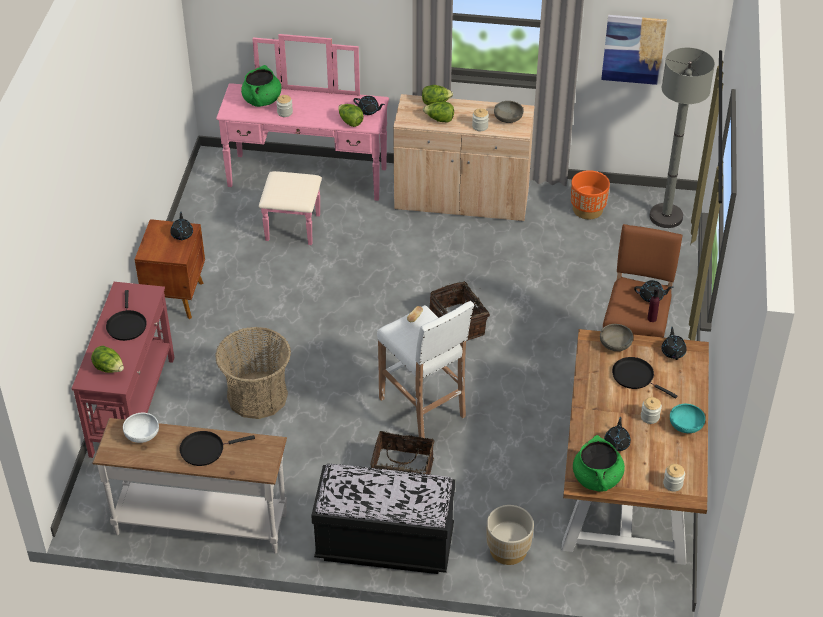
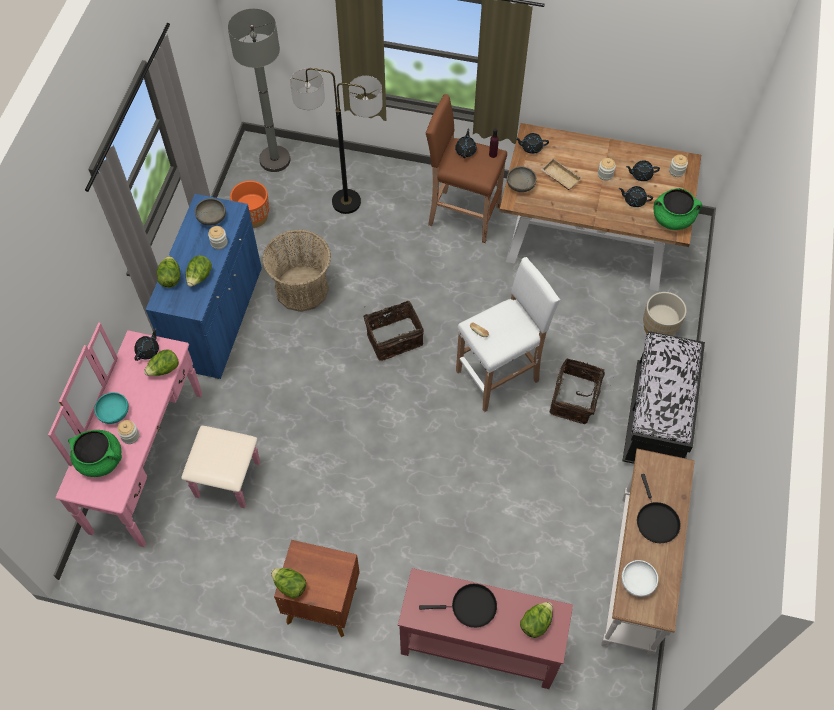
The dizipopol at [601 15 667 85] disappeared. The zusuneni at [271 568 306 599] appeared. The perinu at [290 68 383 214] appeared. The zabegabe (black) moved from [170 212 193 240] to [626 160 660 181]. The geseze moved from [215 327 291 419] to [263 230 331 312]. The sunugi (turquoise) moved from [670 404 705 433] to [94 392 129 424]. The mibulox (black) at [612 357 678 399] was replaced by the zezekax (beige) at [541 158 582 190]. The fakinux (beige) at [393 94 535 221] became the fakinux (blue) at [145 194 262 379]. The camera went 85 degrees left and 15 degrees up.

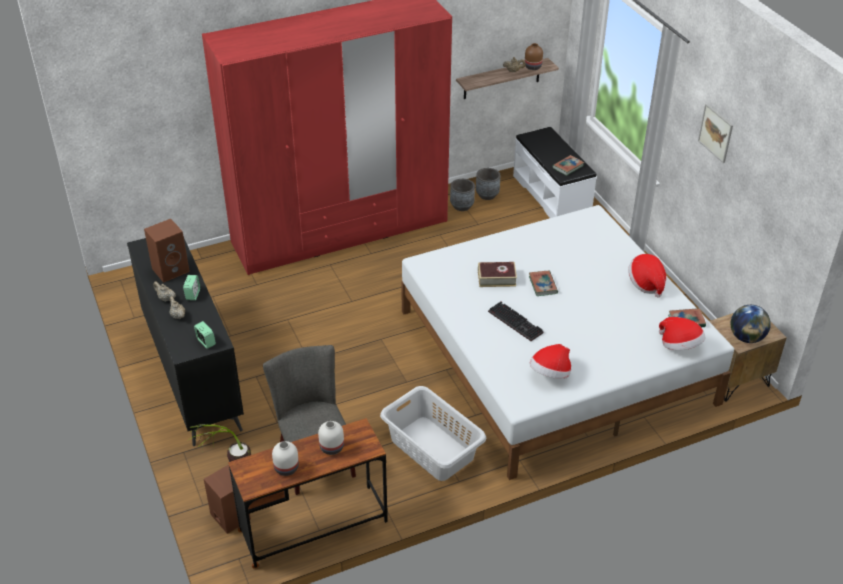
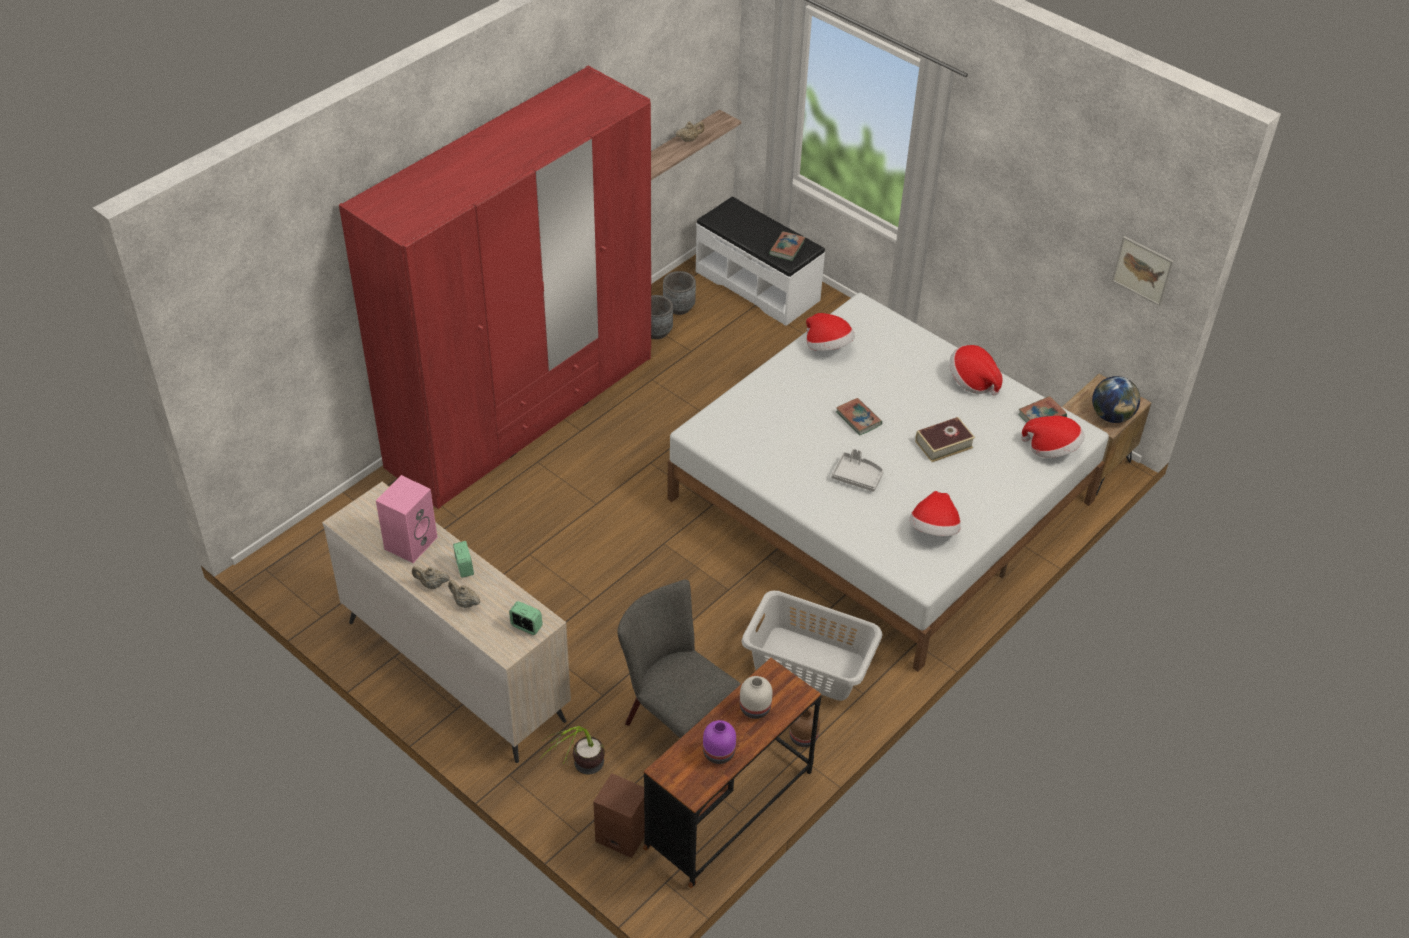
The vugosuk at [806 313 855 351] appeared. The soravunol moved from [478 262 517 287] to [915 417 975 462]. The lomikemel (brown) moved from [525 43 543 70] to [789 709 820 747]. The dizipopol moved from [698 104 733 163] to [1112 236 1174 306]. The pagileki at [488 301 543 341] was replaced by the zezekax (grey) at [831 448 884 492]. The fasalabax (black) at [127 238 244 446] became the fasalabax (beige) at [322 482 571 763]. The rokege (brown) at [144 219 190 283] became the rokege (pink) at [376 475 438 563]. The lomikemel (white) at [272 441 299 476] became the lomikemel (purple) at [703 720 736 764]. The camera went 25 degrees left and 5 degrees up.

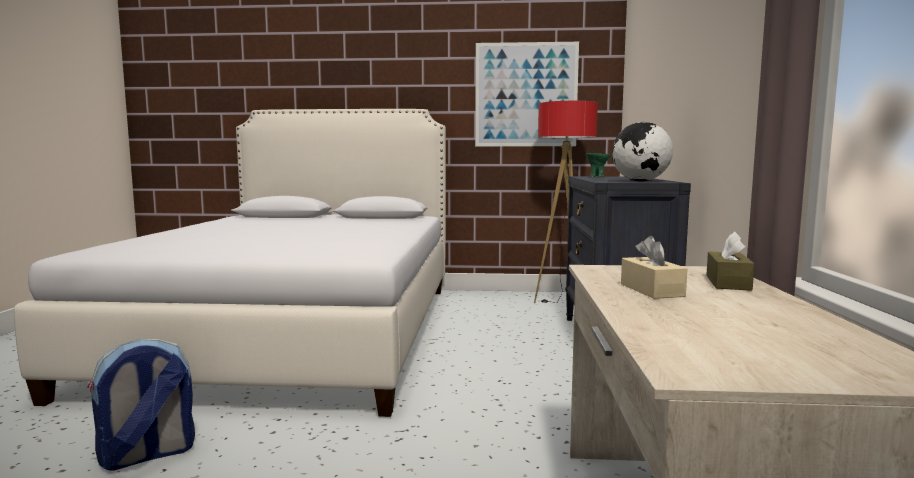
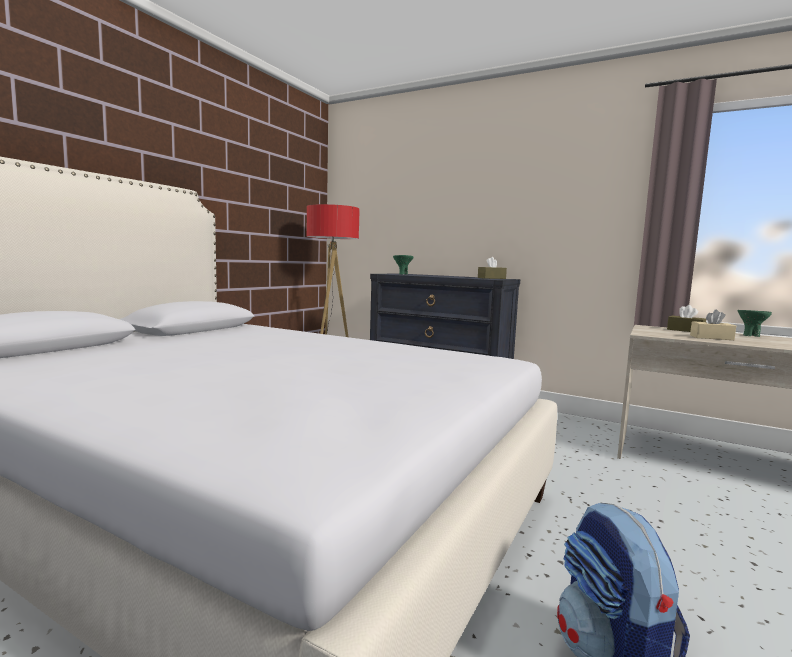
The dizipopol at [475 42 579 146] disappeared. The sunugi (green) at [738 310 772 337] appeared. The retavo at [612 122 673 181] was replaced by the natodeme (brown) at [478 257 507 279]. The camera went 65 degrees left and 0 degrees up.

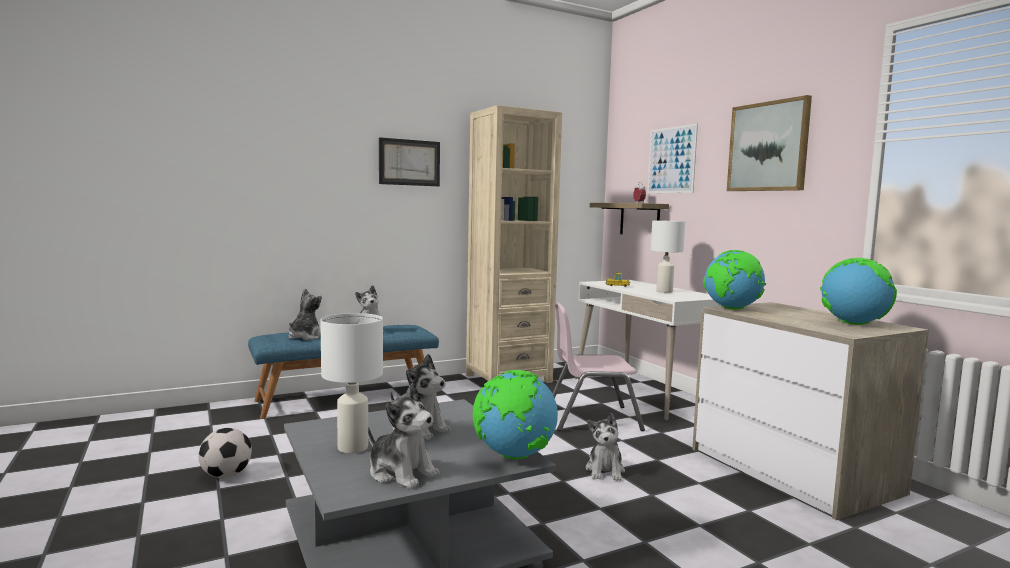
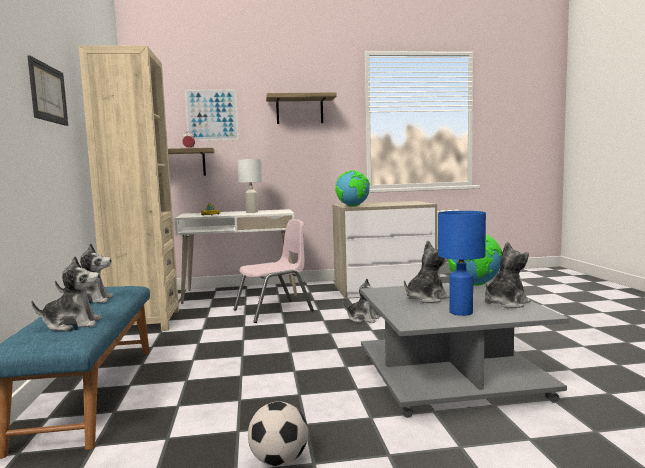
The retavo at [820 258 897 325] disappeared. The dizipopol at [727 95 812 191] was replaced by the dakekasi at [266 92 337 124]. The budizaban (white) at [320 313 383 453] became the budizaban (blue) at [438 211 486 316]. The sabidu at [289 288 322 340] turned 135 degrees clockwise. The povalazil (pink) at [552 303 645 431] turned 135 degrees counterclockwise. The camera went 70 degrees left and 0 degrees up.

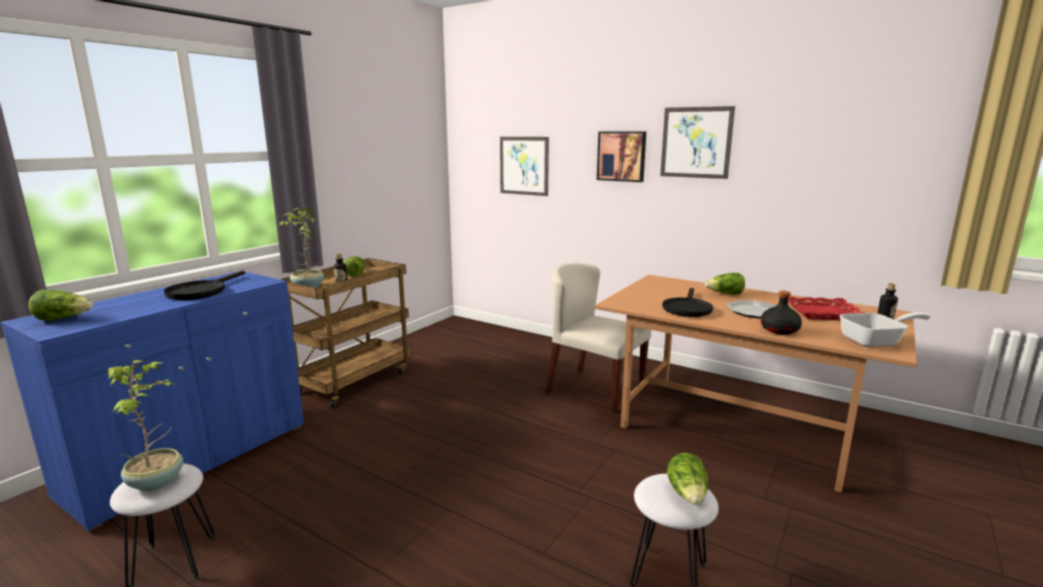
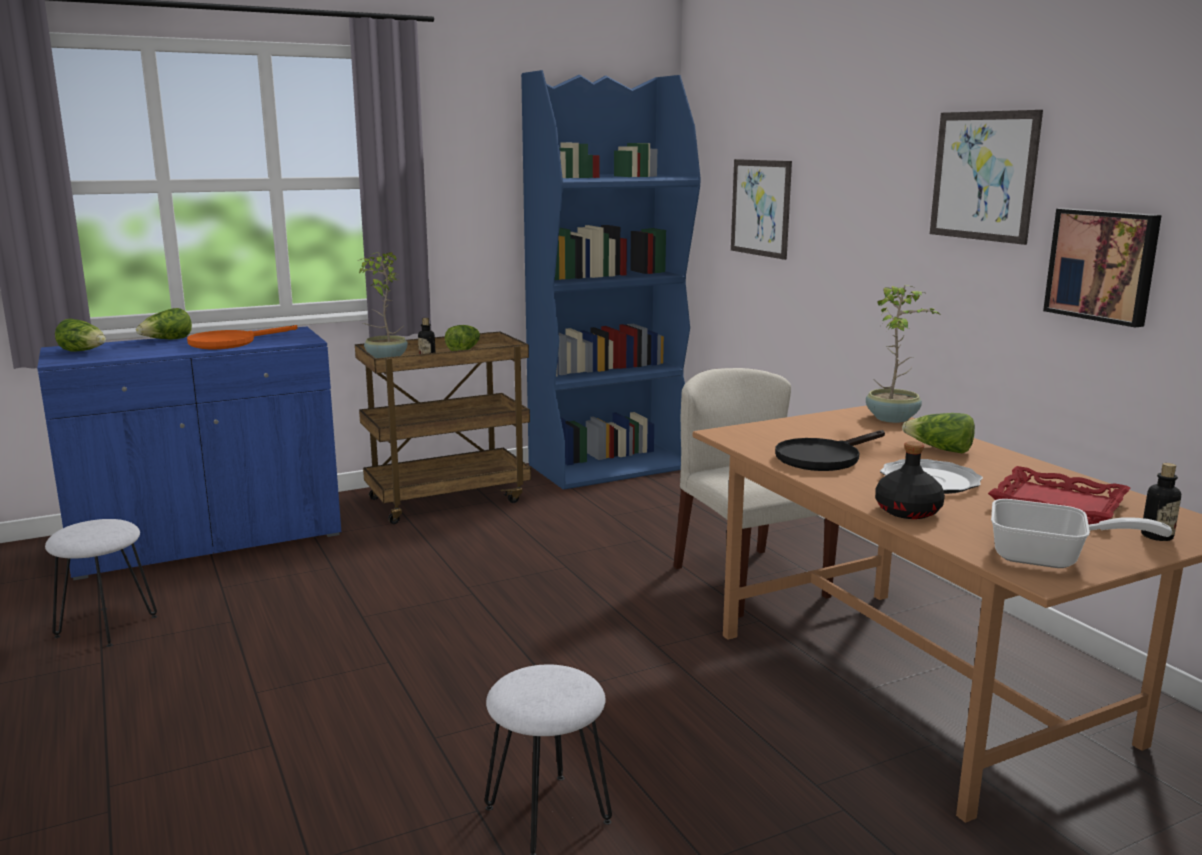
The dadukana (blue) at [521 70 700 490] appeared. The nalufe moved from [108 360 183 491] to [866 285 942 423]. The dizipopol moved from [597 131 646 182] to [1043 208 1162 328]. The zusuneni moved from [667 453 708 505] to [136 308 192 339]. The mibulox (black) at [164 270 245 300] became the mibulox (orange) at [187 325 297 349]. The camera went 30 degrees right and 0 degrees up.

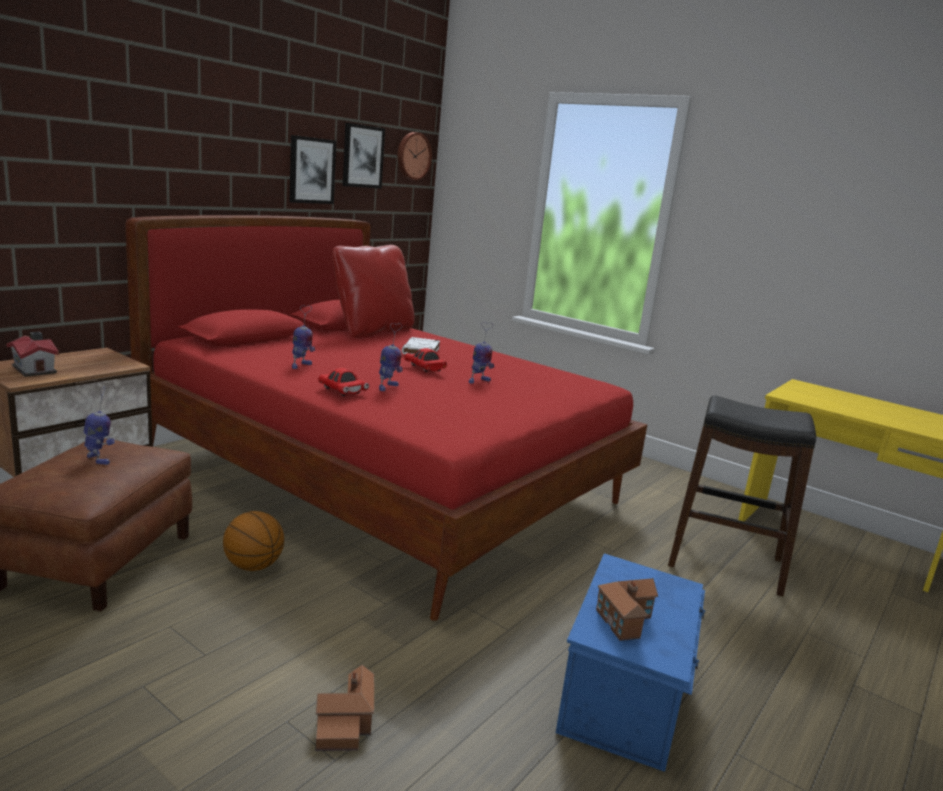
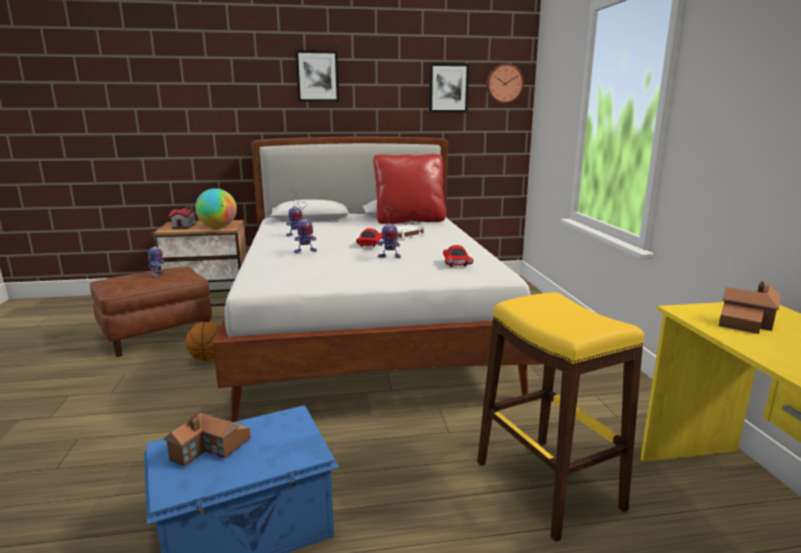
The retavo at [195 188 237 228] appeared. The dizipopol moved from [289 135 336 204] to [295 50 339 102]. The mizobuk moved from [315 665 374 751] to [719 281 781 334]. The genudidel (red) moved from [318 368 369 396] to [443 245 474 267]. The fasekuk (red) at [125 215 648 621] became the fasekuk (white) at [213 137 542 422]. The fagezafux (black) at [668 395 816 596] became the fagezafux (yellow) at [477 292 644 542]. The camera went 45 degrees right and 0 degrees up.

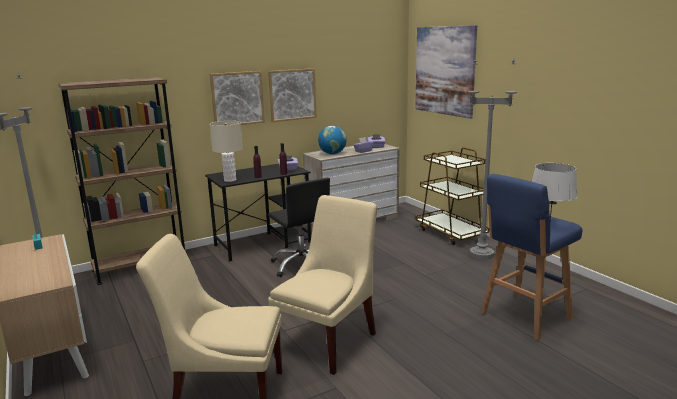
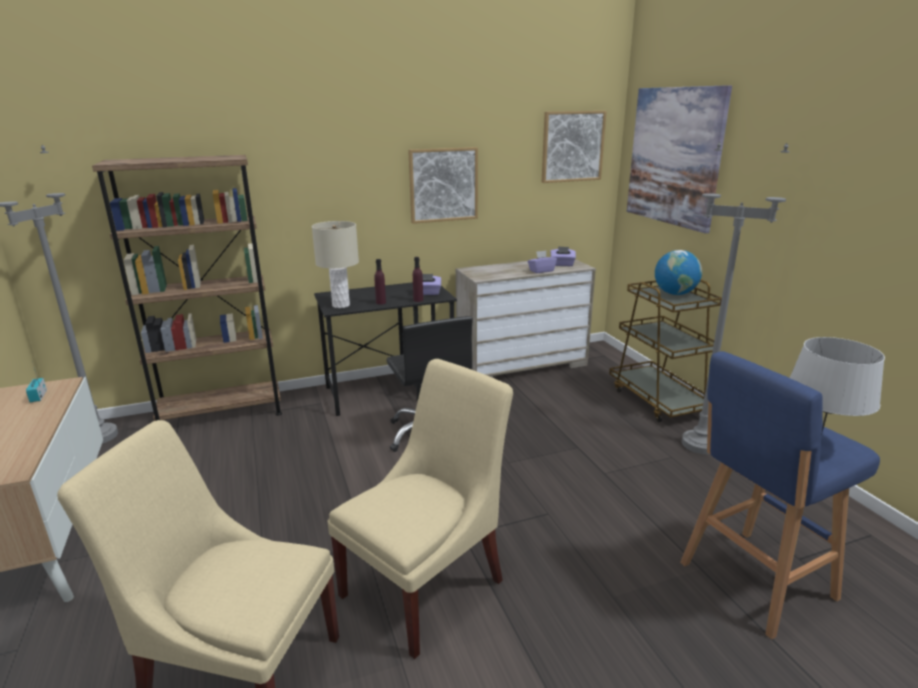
The dizipopol moved from [210 71 265 125] to [542 111 607 183]. The retavo moved from [318 126 347 154] to [655 250 702 295]. The camera went 10 degrees right and 5 degrees up.

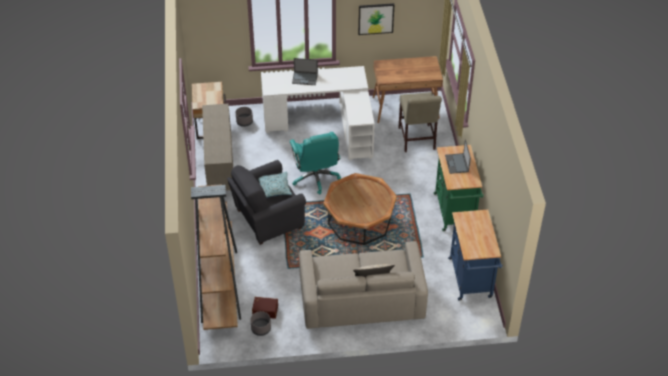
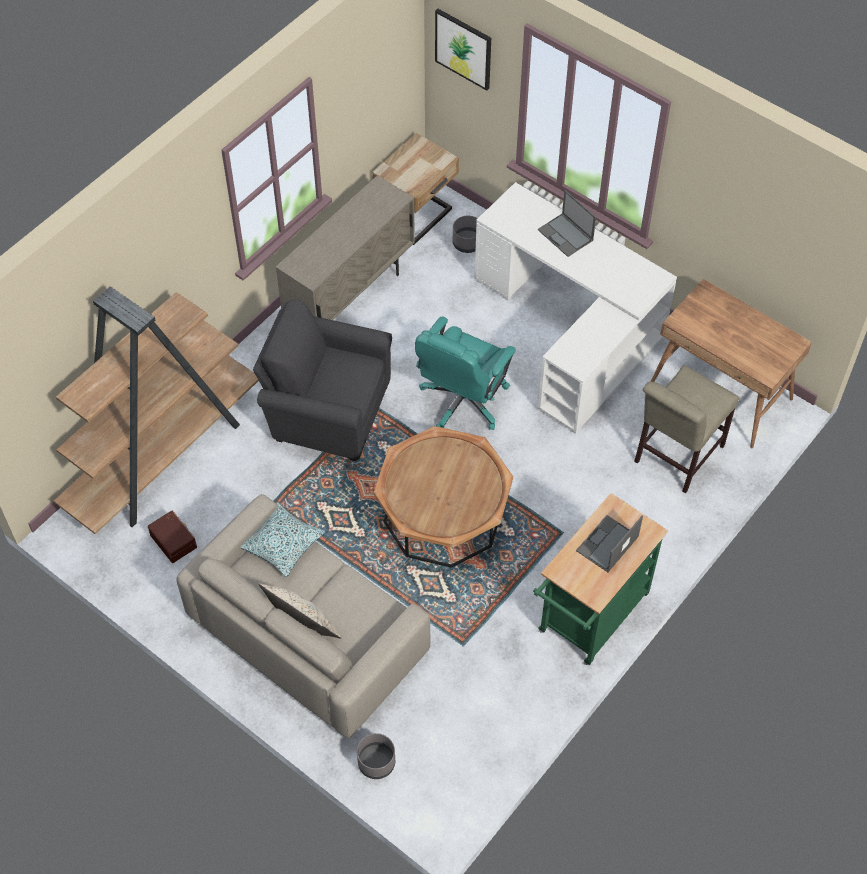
The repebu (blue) at [448 210 503 301] disappeared. The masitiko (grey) moved from [250 311 271 336] to [357 733 395 779]. The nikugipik moved from [258 171 292 198] to [240 502 325 577]. The dizipopol moved from [358 3 394 35] to [435 9 491 91]. The camera went 45 degrees right and 10 degrees up.

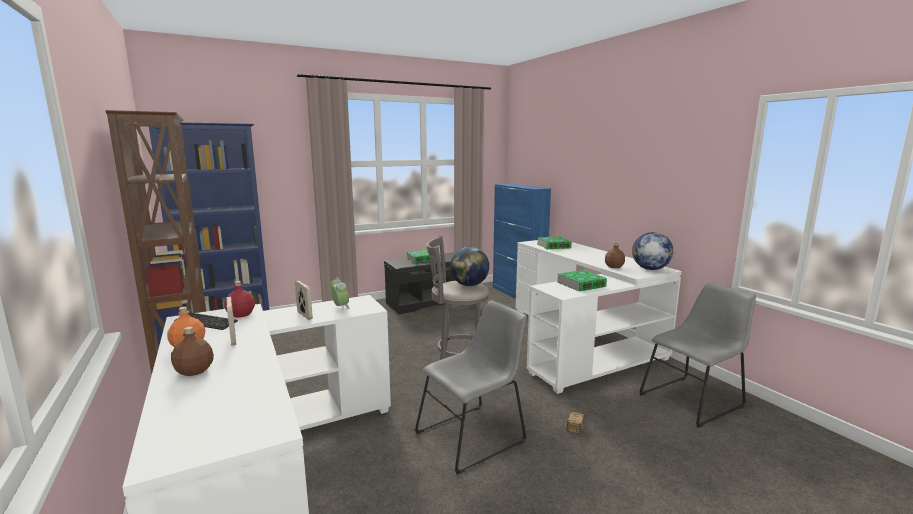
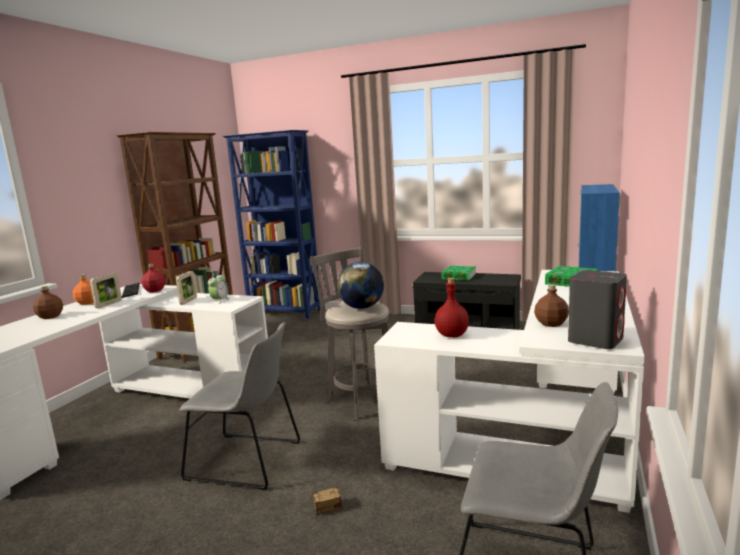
The soravunol at [557 270 607 292] was replaced by the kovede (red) at [435 278 469 337]. The retavo at [632 232 673 270] was replaced by the rokege (grey) at [568 270 627 349]. The camera went 50 degrees right and 0 degrees up.

